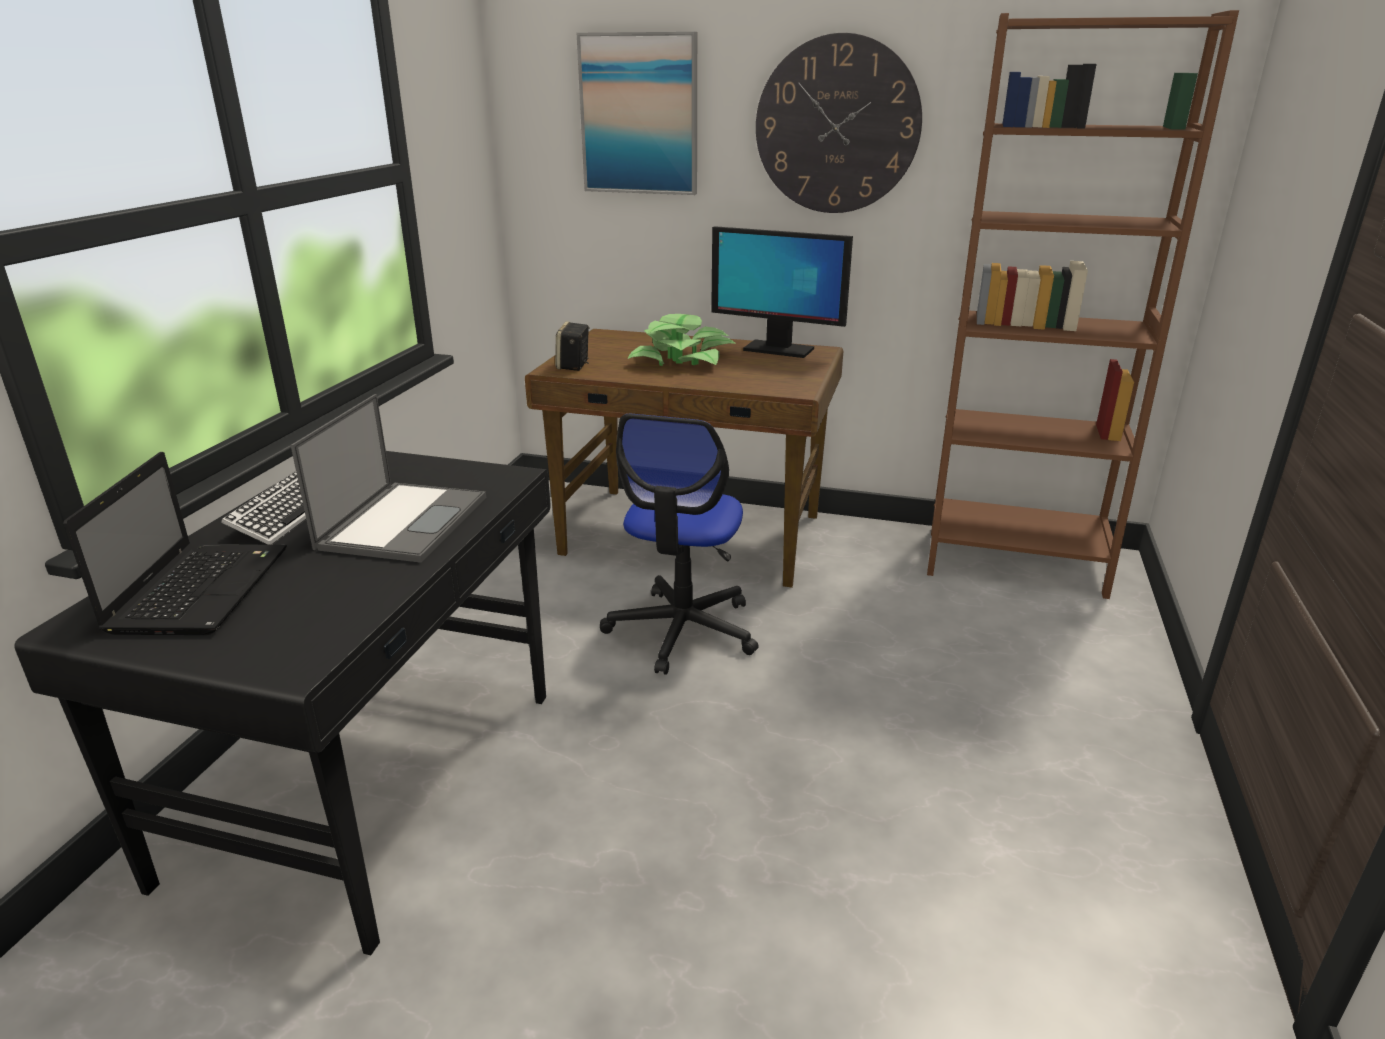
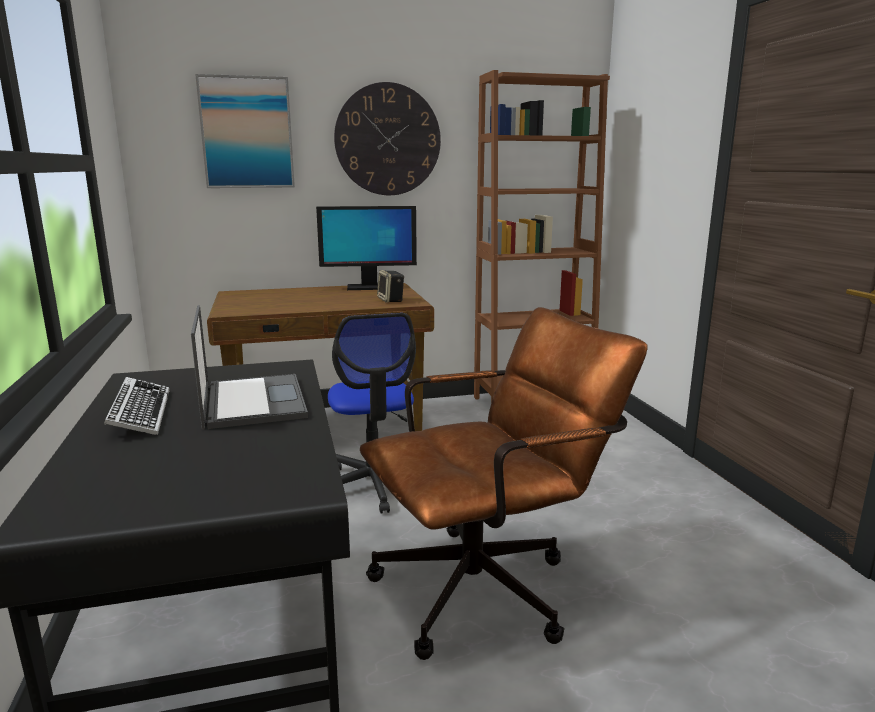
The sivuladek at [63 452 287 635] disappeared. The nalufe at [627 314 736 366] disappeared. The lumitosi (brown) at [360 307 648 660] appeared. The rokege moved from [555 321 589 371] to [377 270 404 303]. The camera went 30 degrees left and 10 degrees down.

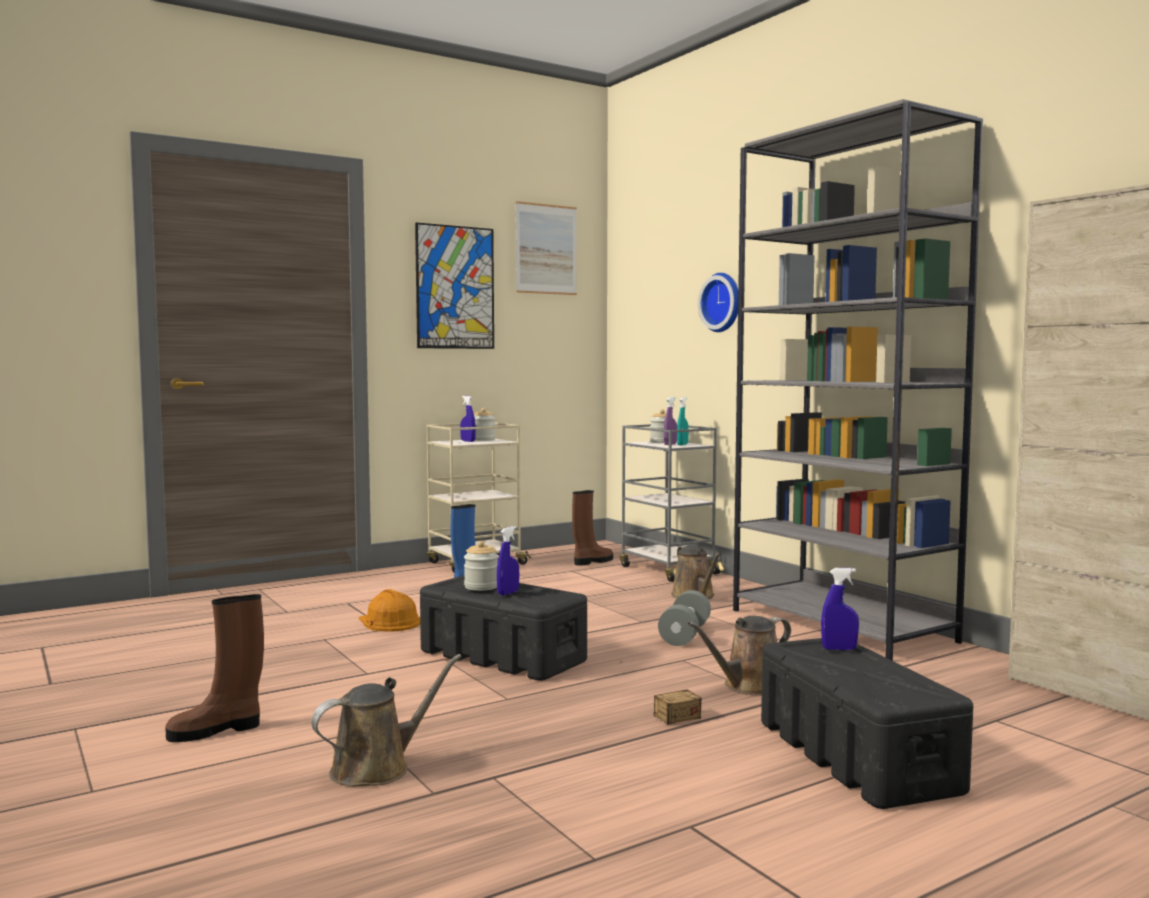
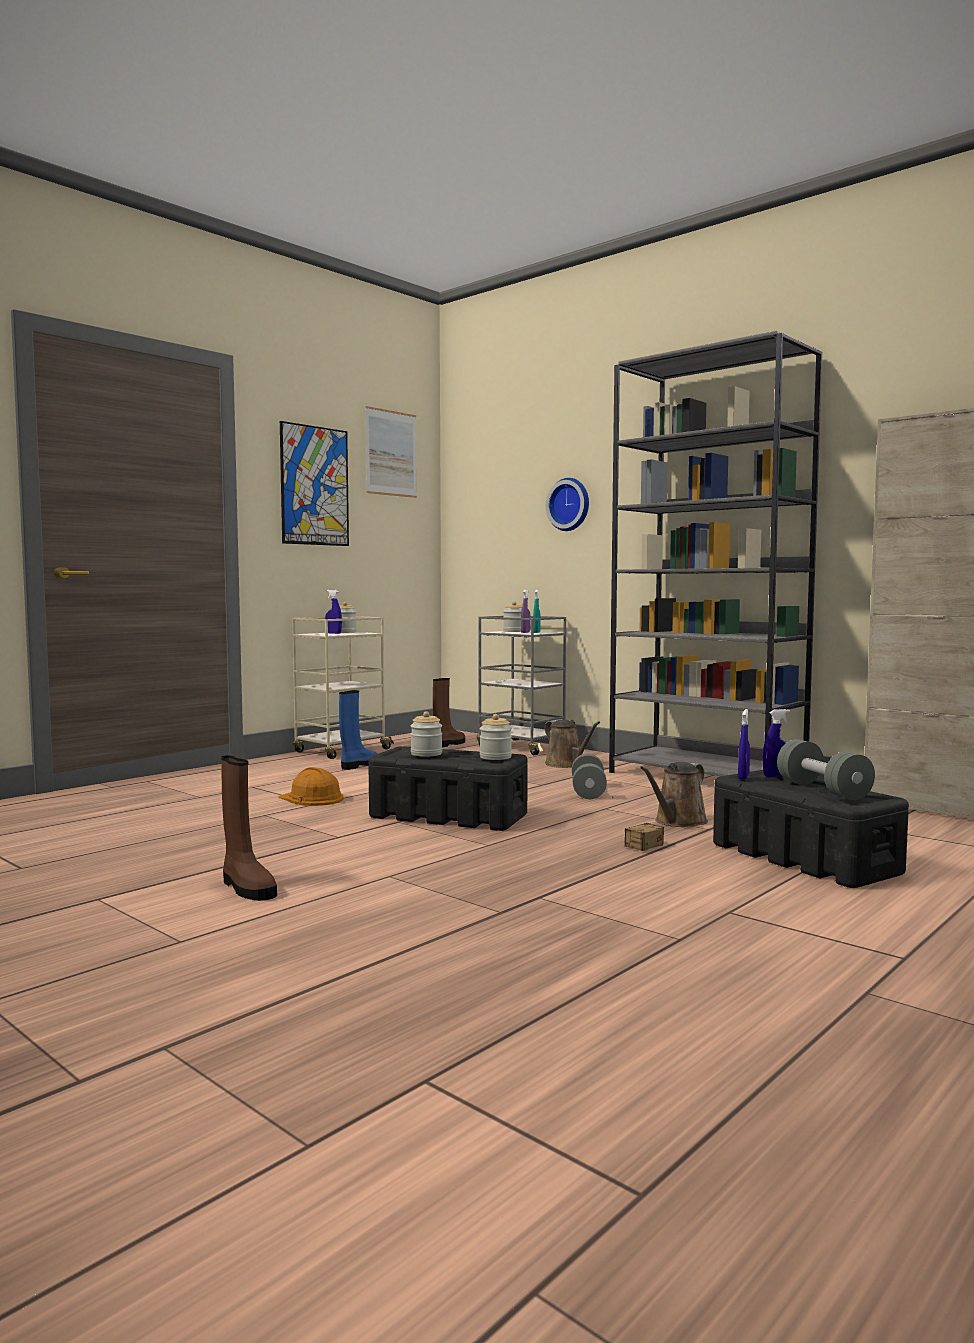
The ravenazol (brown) at [311 654 462 787] disappeared. The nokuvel at [480 714 512 760] appeared. The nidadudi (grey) at [777 739 875 800] appeared. The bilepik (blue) moved from [497 526 519 595] to [738 709 750 780]. The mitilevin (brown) at [165 594 264 742] turned 90 degrees counterclockwise. The camera went 15 degrees left and 0 degrees up.

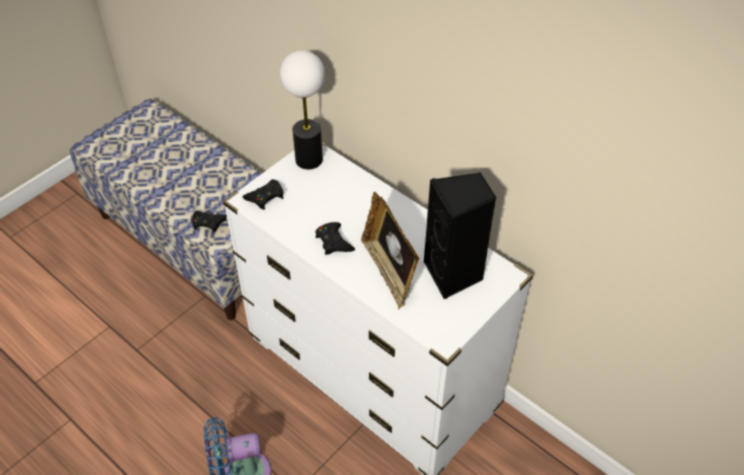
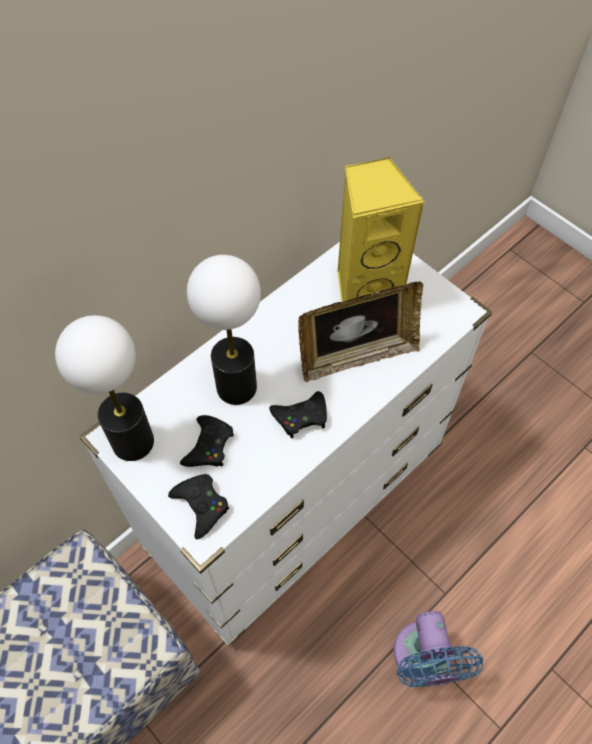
The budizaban at [187 255 261 405] appeared. The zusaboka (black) moved from [192 211 227 233] to [180 415 234 467]. The rokege (black) at [424 173 496 299] became the rokege (yellow) at [337 157 425 302]. The camera went 85 degrees left and 10 degrees up.

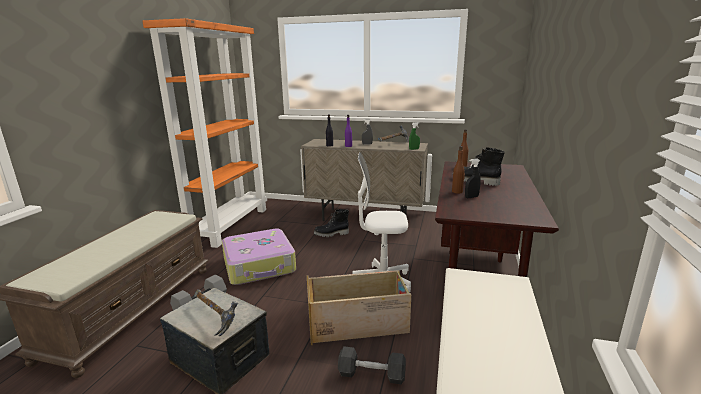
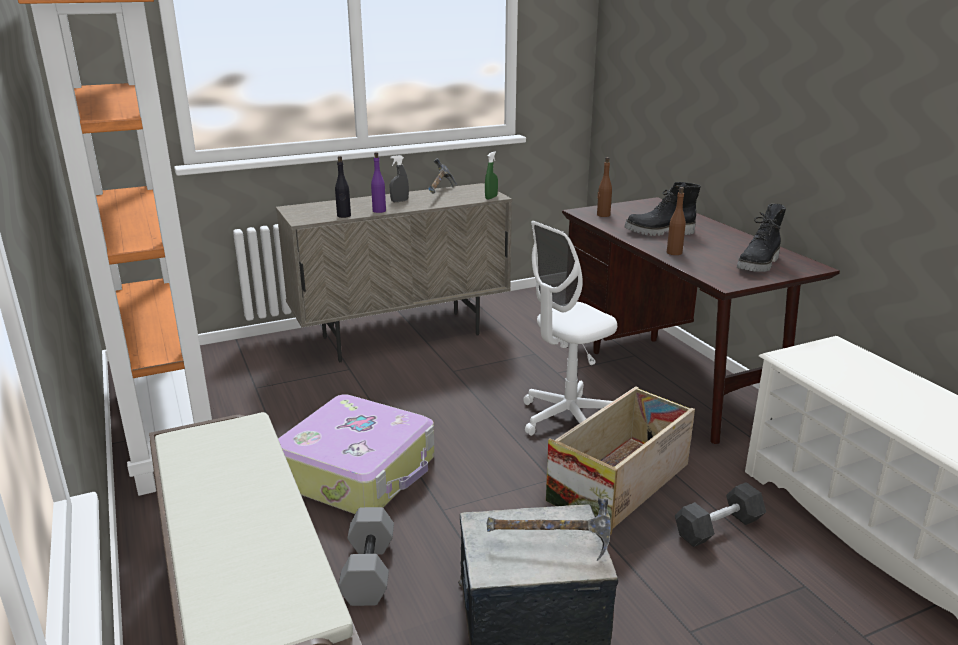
The bilepik (black) at [465 159 481 198] disappeared. The mitilevin (black) moved from [314 209 349 237] to [737 204 786 272]. The camera went 40 degrees left and 5 degrees up.

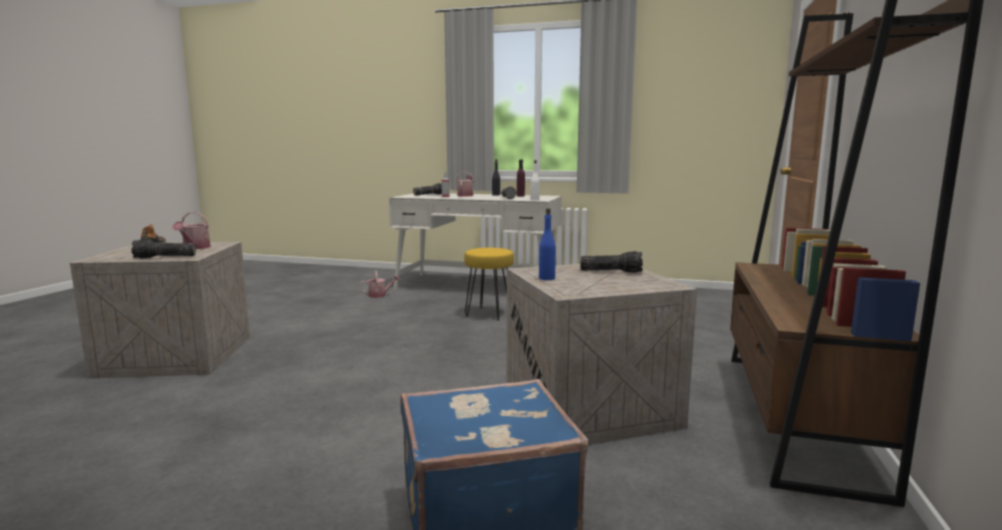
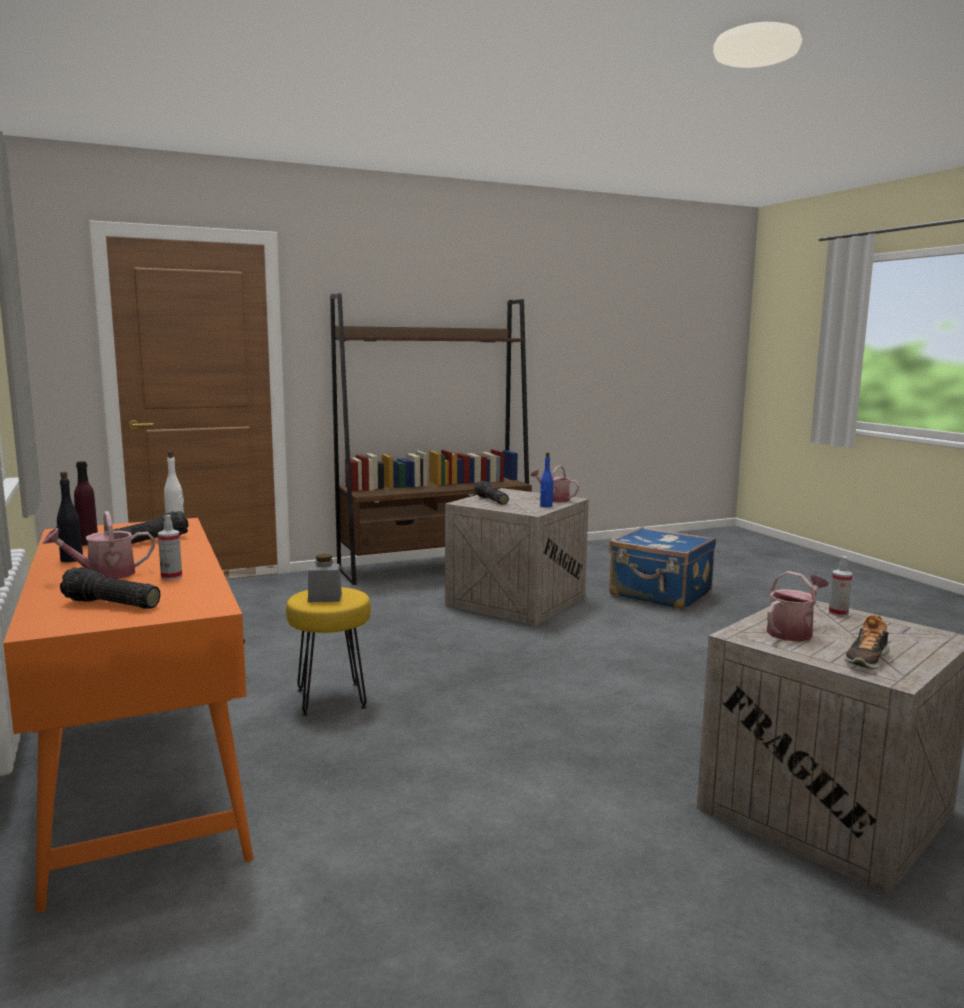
The nokuvel (grey) at [308 554 342 602] appeared. The ravenazol moved from [359 271 400 298] to [530 465 579 502]. The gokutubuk at [131 239 196 259] was replaced by the bilepik at [829 556 853 617]. The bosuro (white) at [389 193 562 289] became the bosuro (orange) at [3 518 254 913]. The camera went 130 degrees left and 0 degrees up.

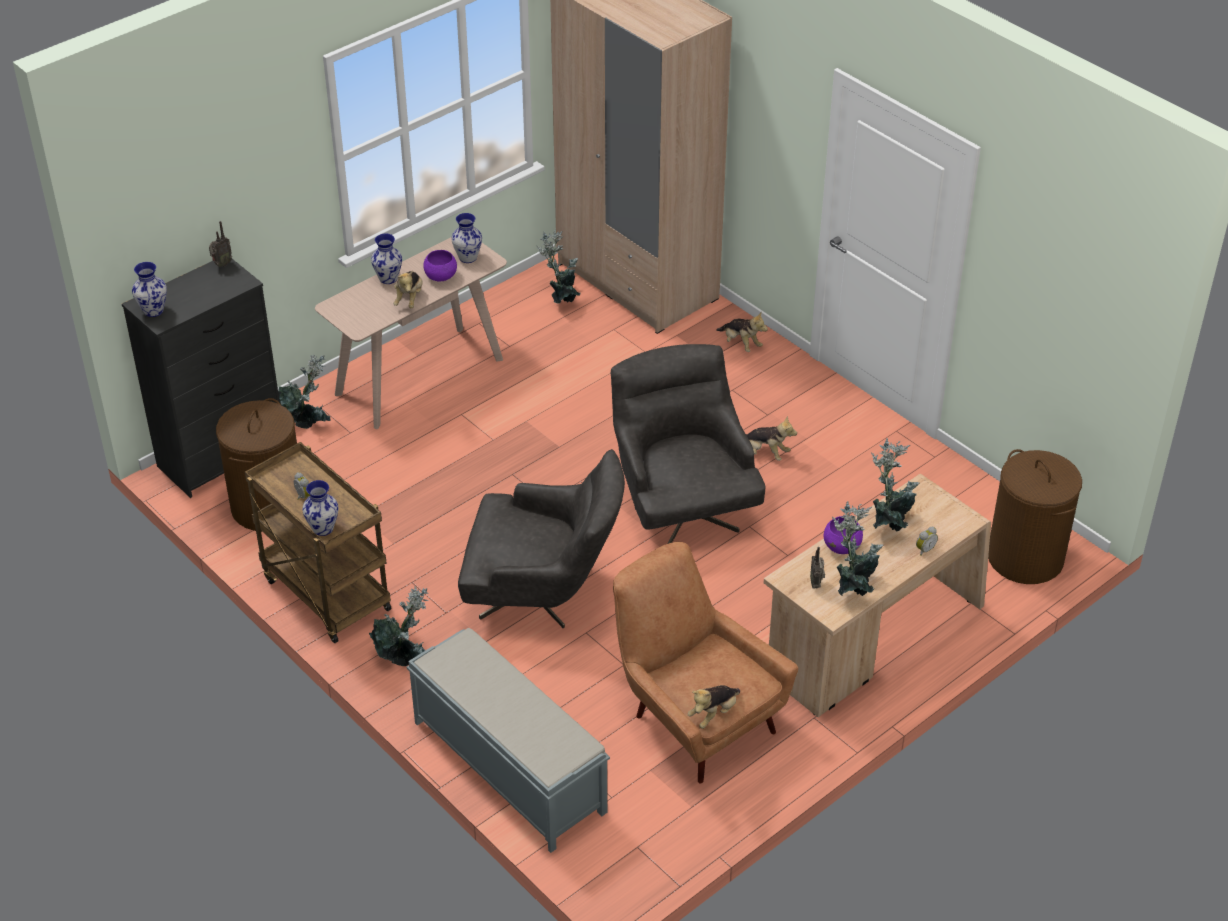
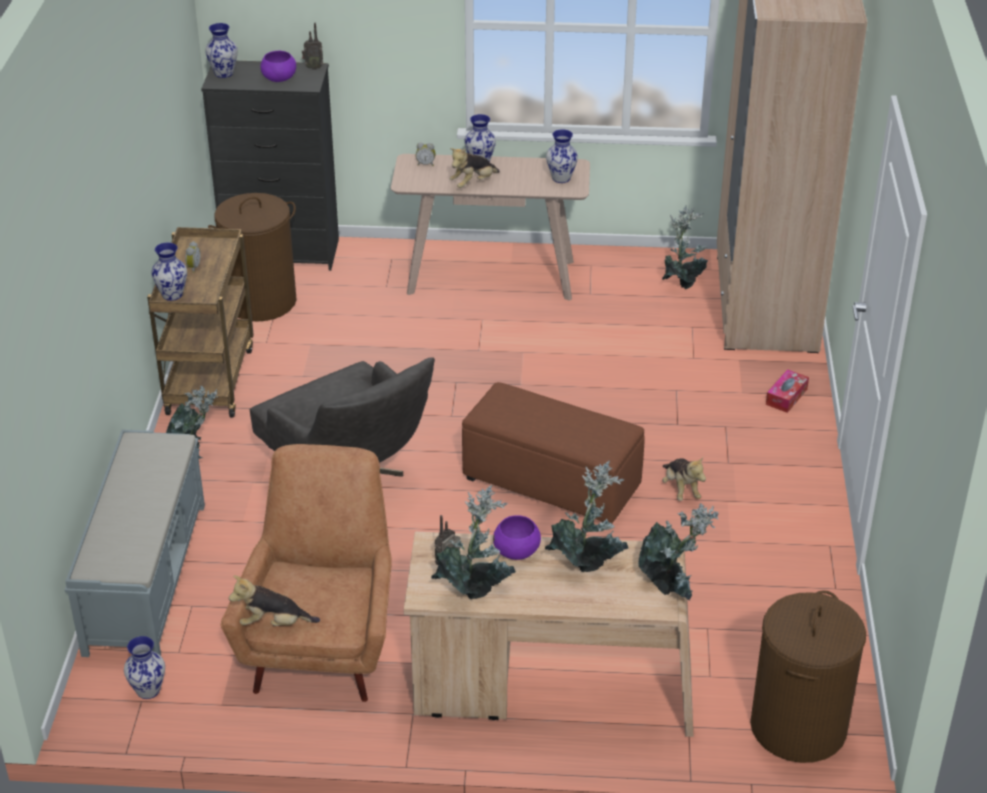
The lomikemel at [124 636 165 699] appeared. The nalufe moved from [278 355 331 429] to [638 503 719 601]. The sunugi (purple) moved from [423 250 457 281] to [260 50 296 82]. The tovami moved from [916 527 938 556] to [416 142 436 166]. The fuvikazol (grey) at [611 344 766 544] was replaced by the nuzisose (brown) at [462 382 645 524]. The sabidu at [716 313 768 352] was replaced by the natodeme at [766 369 809 413]. The camera went 45 degrees right and 5 degrees down.

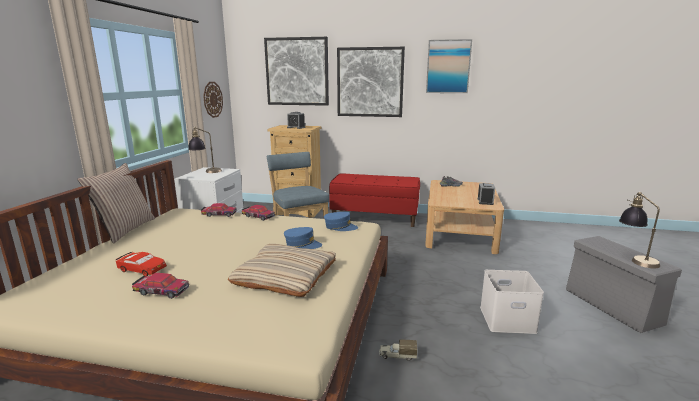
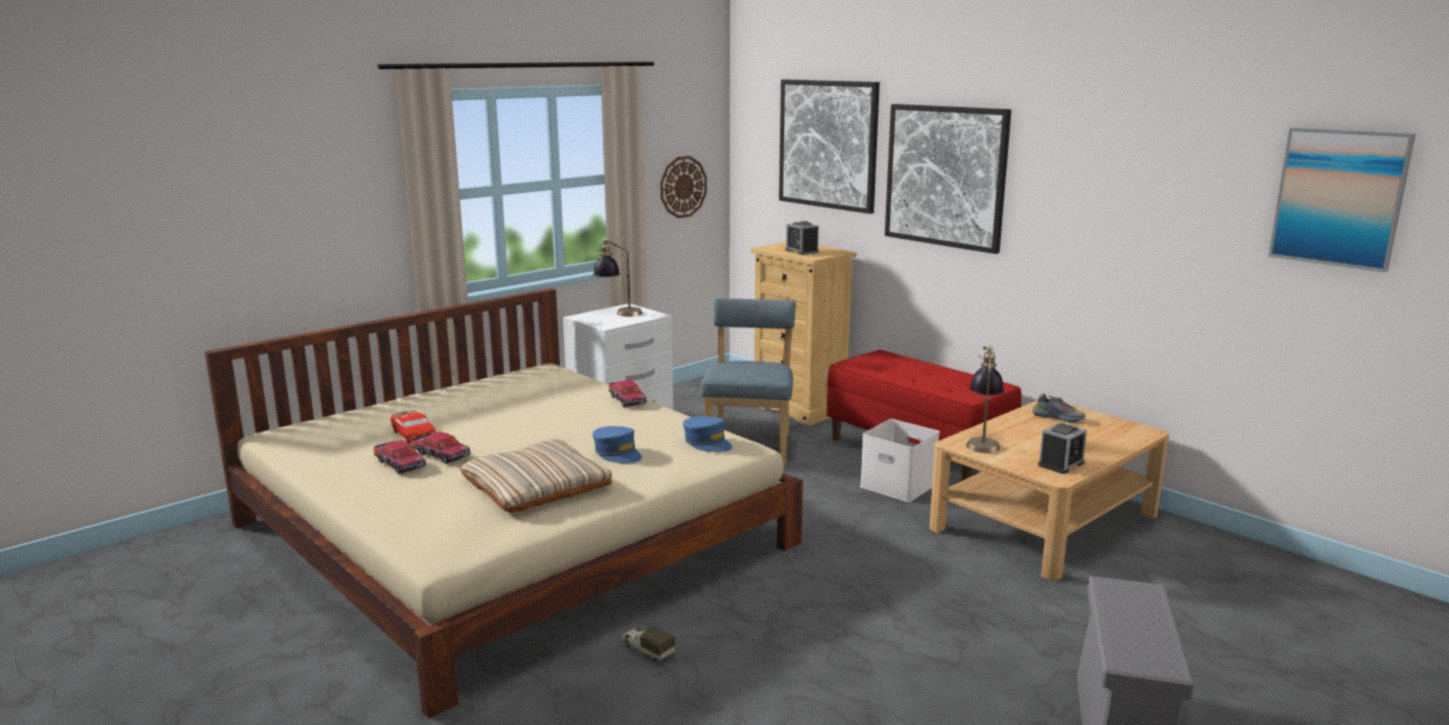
The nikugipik at [77 163 155 243] disappeared. The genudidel moved from [201 203 237 217] to [412 432 471 464]. The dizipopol moved from [426 39 472 93] to [1268 128 1416 272]. The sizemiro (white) moved from [480 270 544 334] to [860 419 940 502]. The budizaban moved from [619 192 660 268] to [966 346 1004 453]. The camera went 35 degrees right and 0 degrees up.

